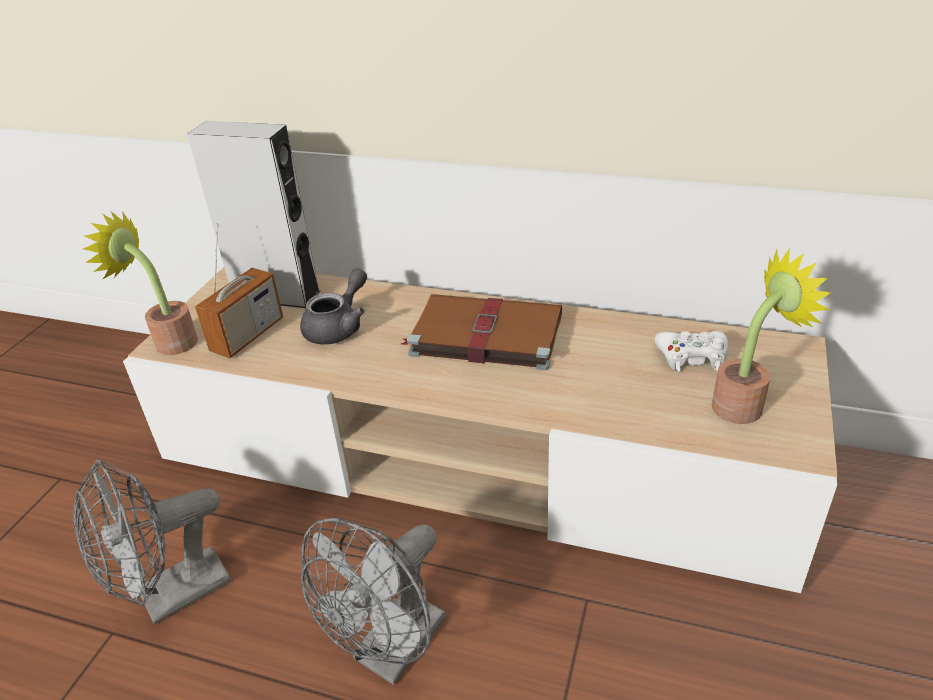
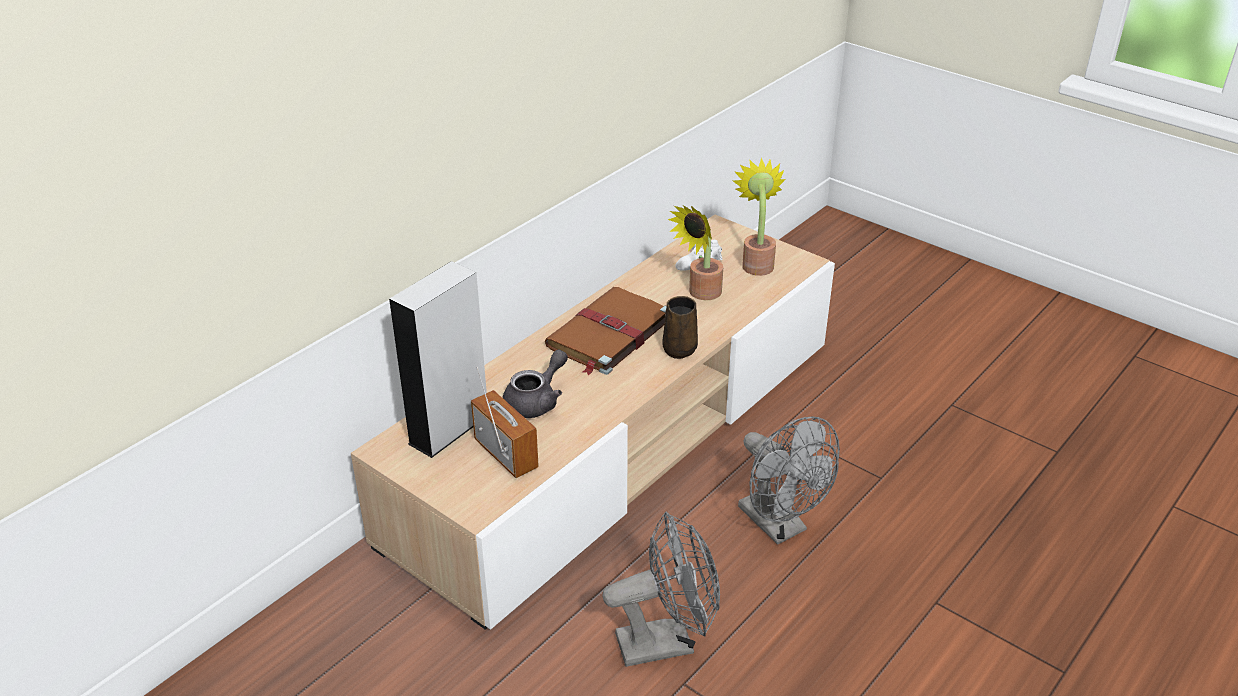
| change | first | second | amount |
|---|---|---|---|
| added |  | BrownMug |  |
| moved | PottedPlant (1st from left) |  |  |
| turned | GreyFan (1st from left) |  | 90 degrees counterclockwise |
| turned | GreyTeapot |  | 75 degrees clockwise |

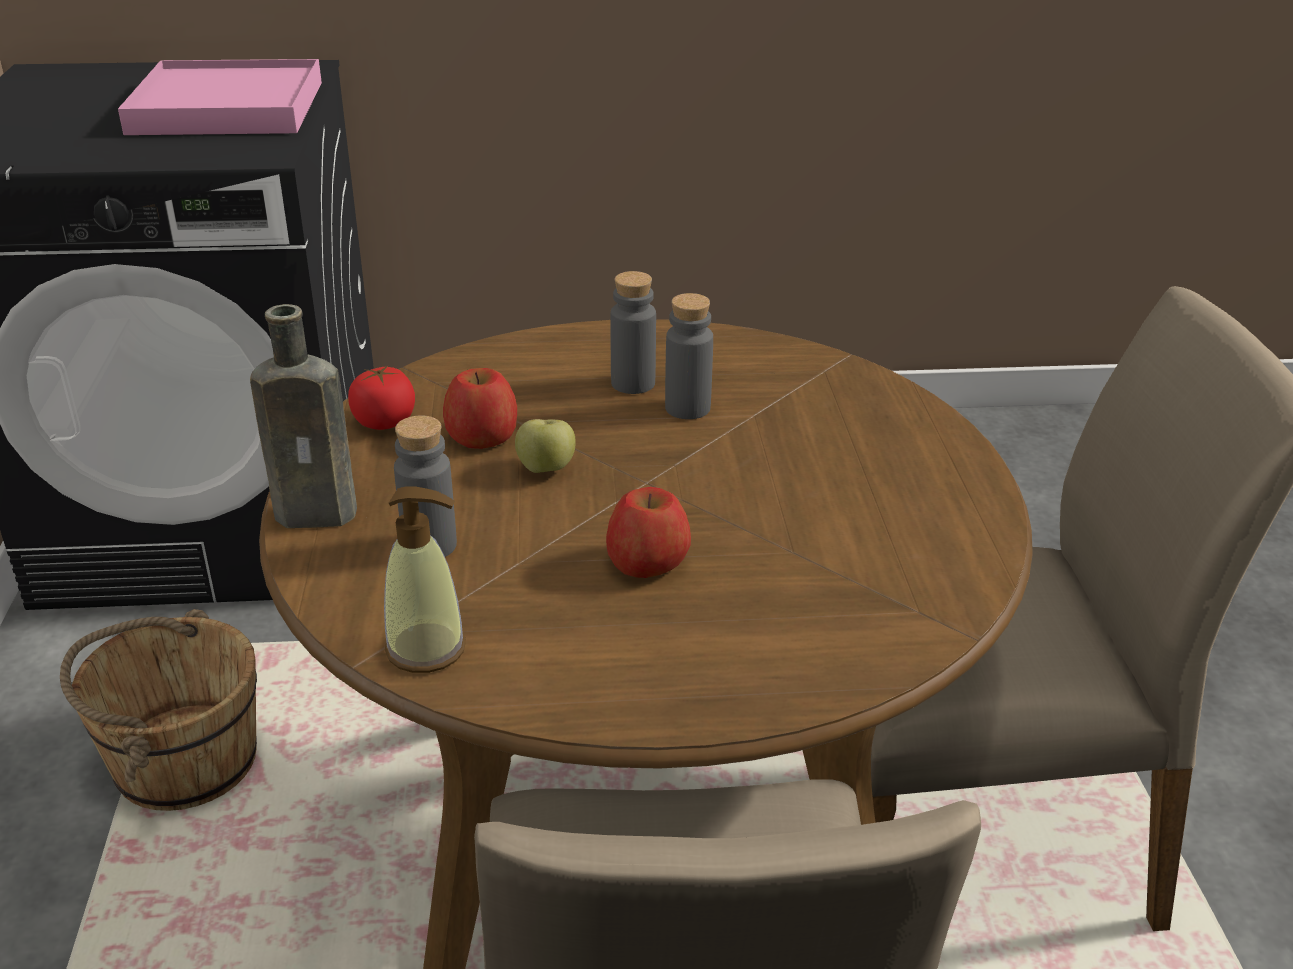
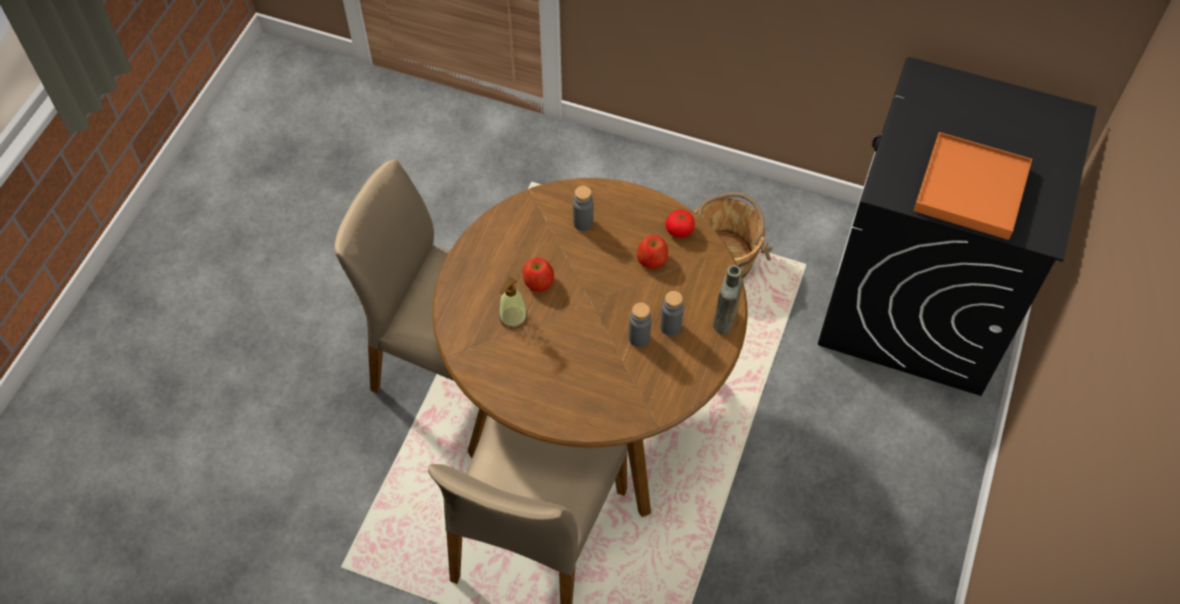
| change | first | second | amount |
|---|---|---|---|
| removed | Apple (2nd from left) |  |  |
| moved | BrownBottle |  |  |
| moved | SoapDispenser |  |  |
| recoloured | PinkTray | OrangeTray |  |

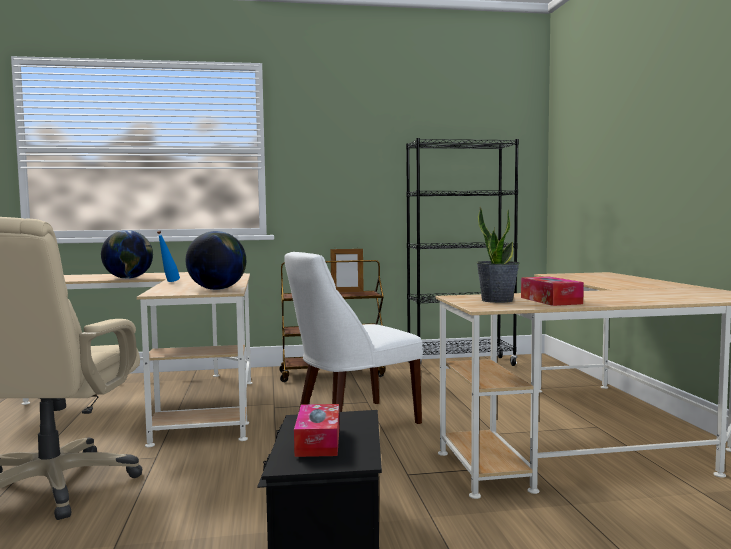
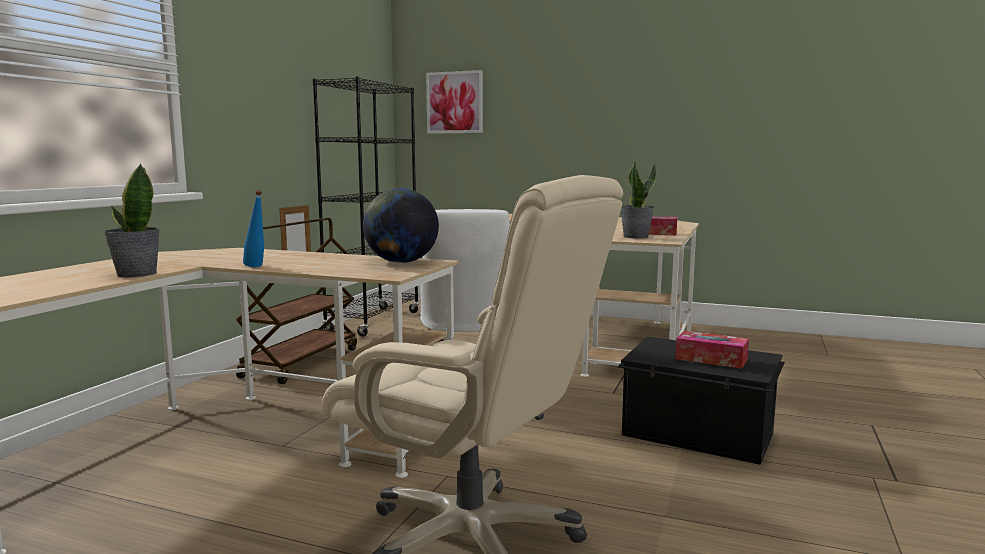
| change | first | second | amount |
|---|---|---|---|
| added |  | Picture |  |
| replaced | Globe (1st from left) | PottedPlant (1st from left) |  |

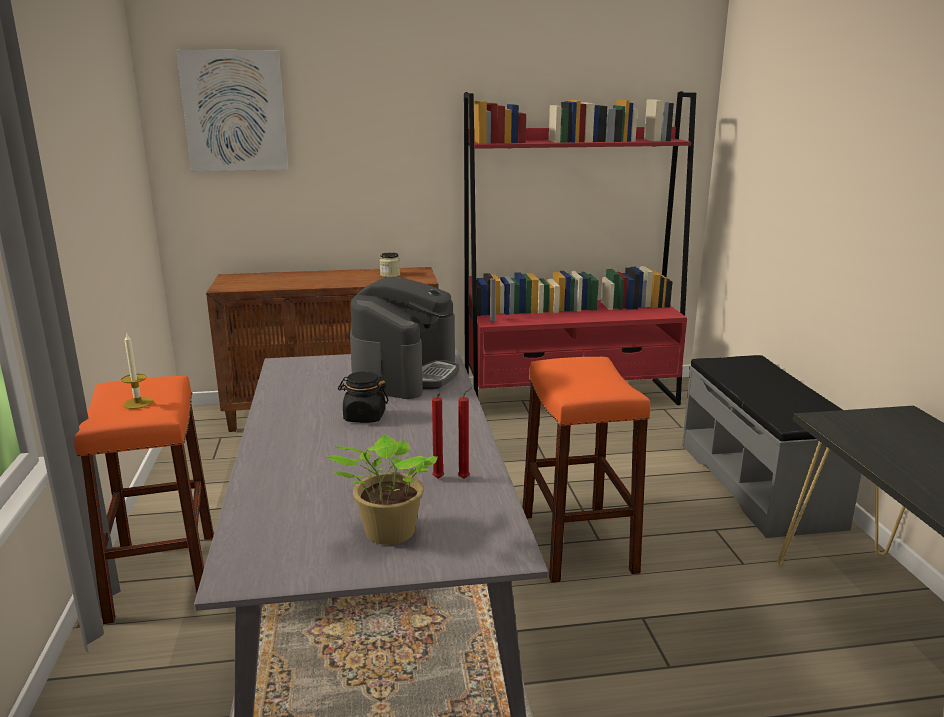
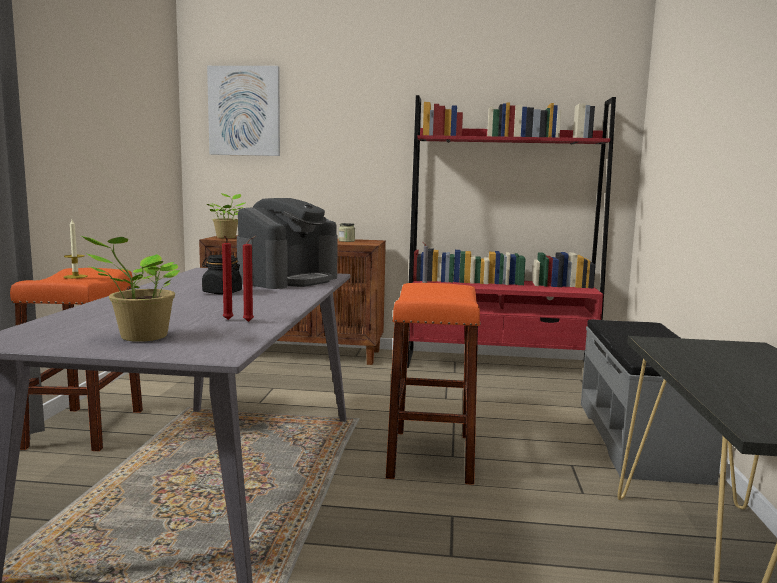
| change | first | second | amount |
|---|---|---|---|
| added |  | PottedPlant (2nd from left) |  |

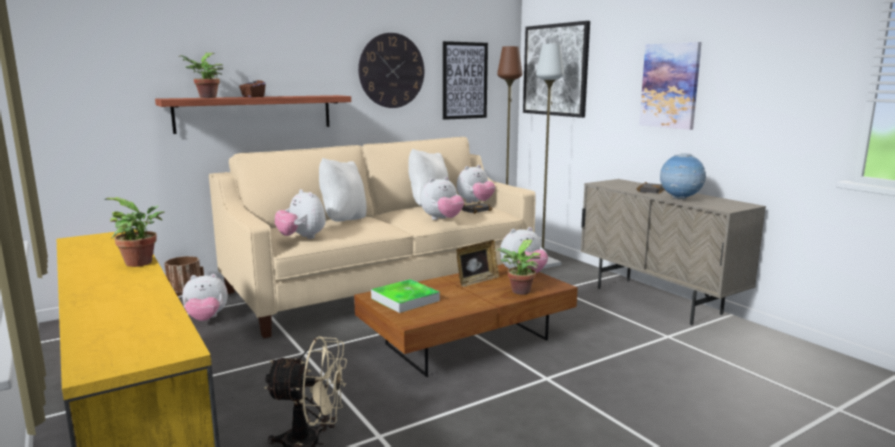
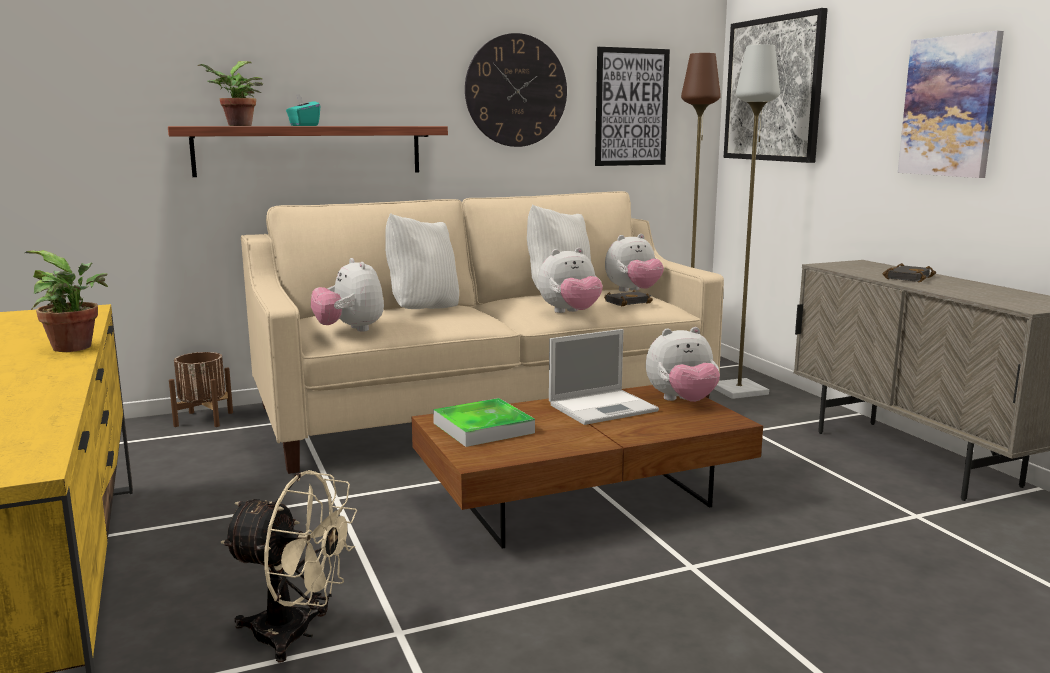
| change | first | second | amount |
|---|---|---|---|
| removed | PlushToy (1st from left) |  |  |
| removed | PottedPlant (3rd from left) |  |  |
| removed | Globe |  |  |
| replaced | PictureFrame | Laptop |  |
| recoloured | BrownTissueBox | TurquoiseTissueBox |  |

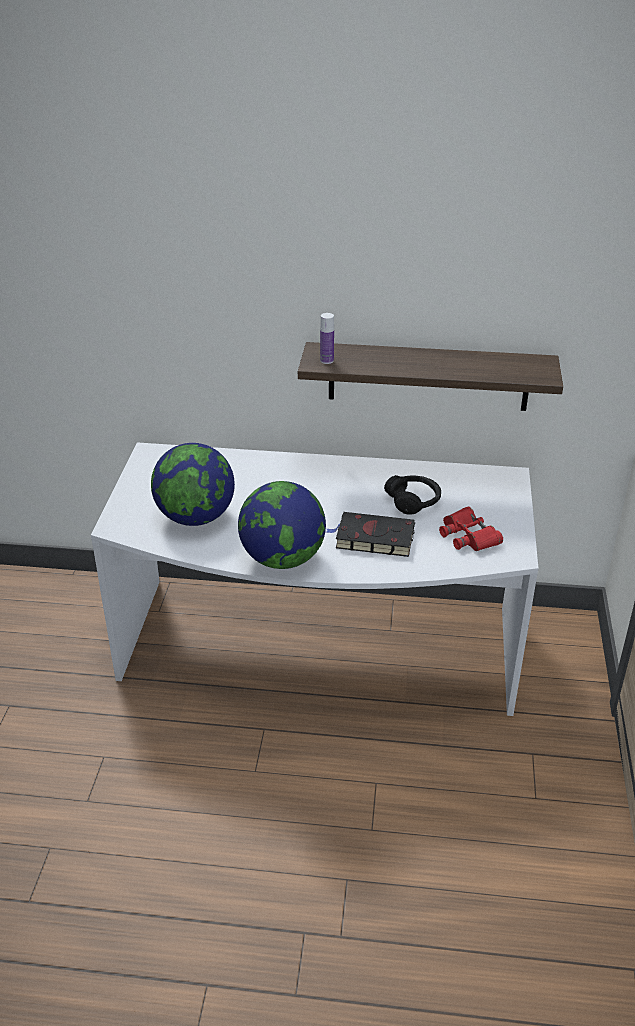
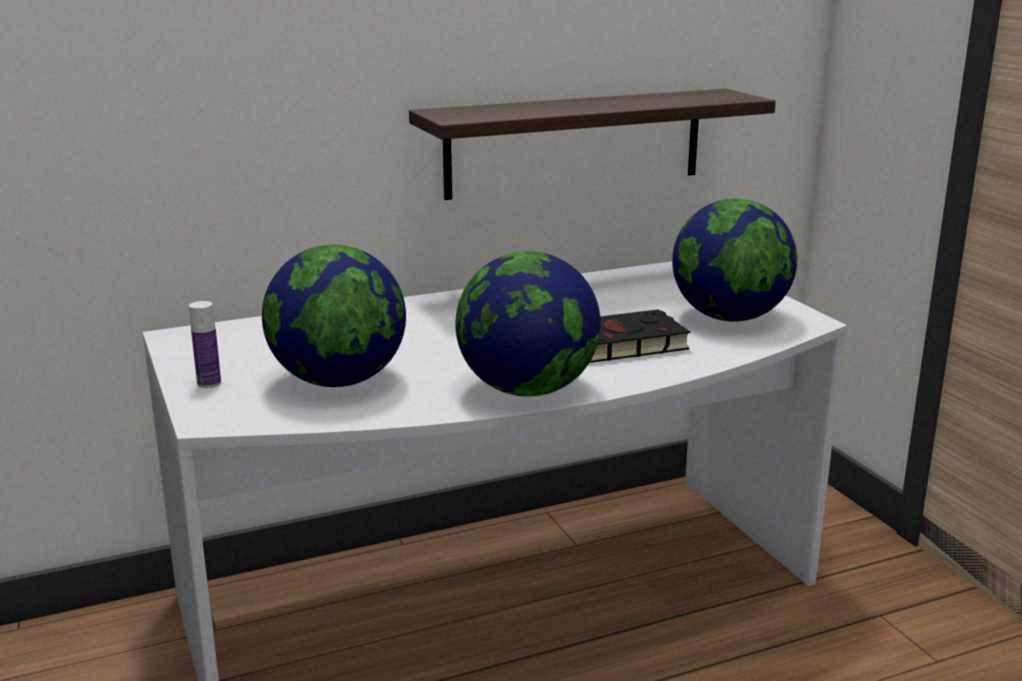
| change | first | second | amount |
|---|---|---|---|
| removed | BlackHeadphones |  |  |
| moved | Bottle |  |  |
| replaced | RedBinoculars | Globe (3rd from left) |  |

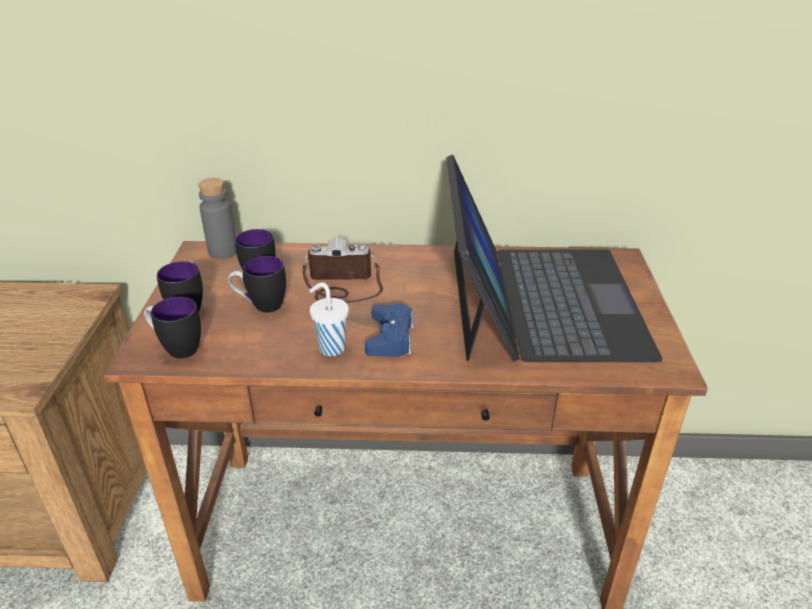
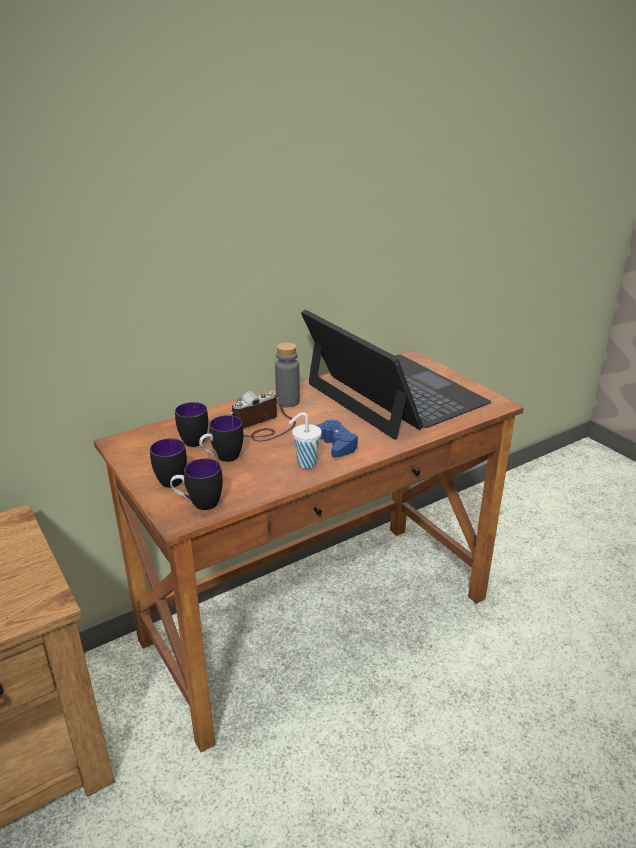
| change | first | second | amount |
|---|---|---|---|
| moved | GreyBottle |  |  |

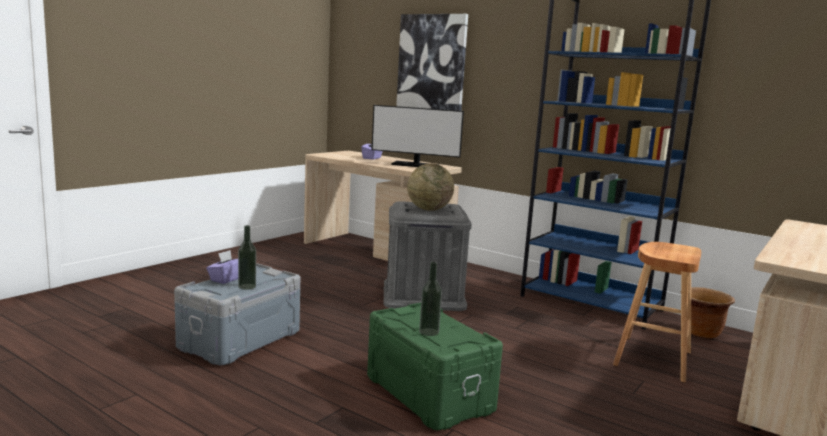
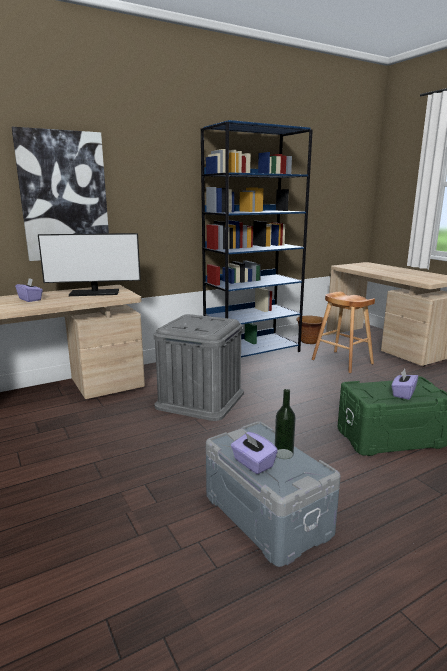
| change | first | second | amount |
|---|---|---|---|
| removed | Globe |  |  |
| replaced | Bottle (2nd from left) | PurpleTissueBox (3rd from left) |  |
| turned | Monitor |  | 45 degrees clockwise |

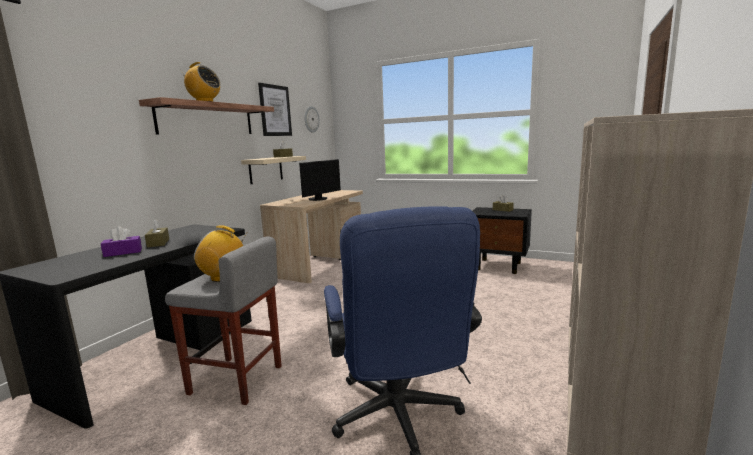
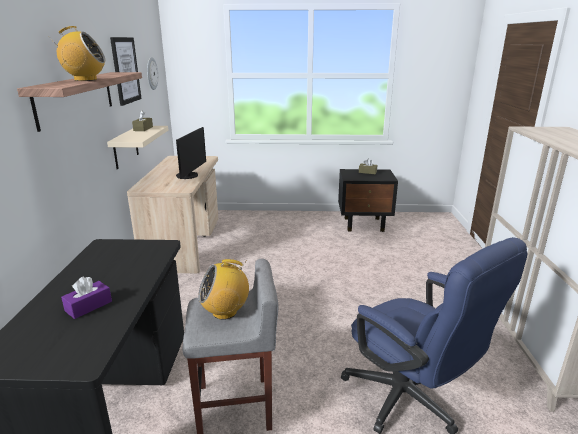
| change | first | second | amount |
|---|---|---|---|
| removed | BrownTissueBox (1st from left) |  |  |

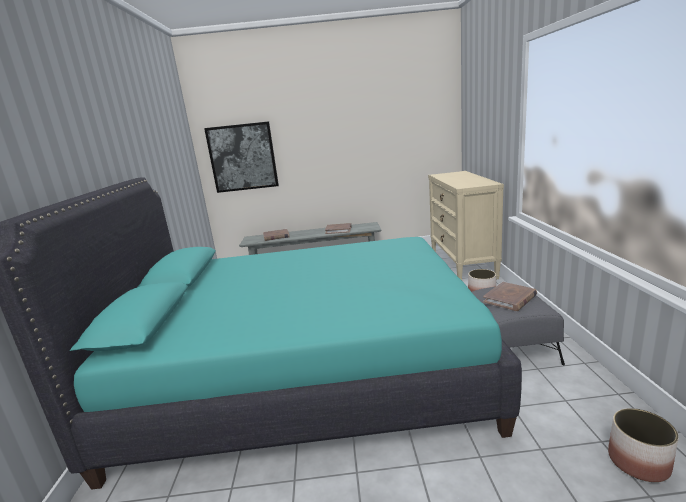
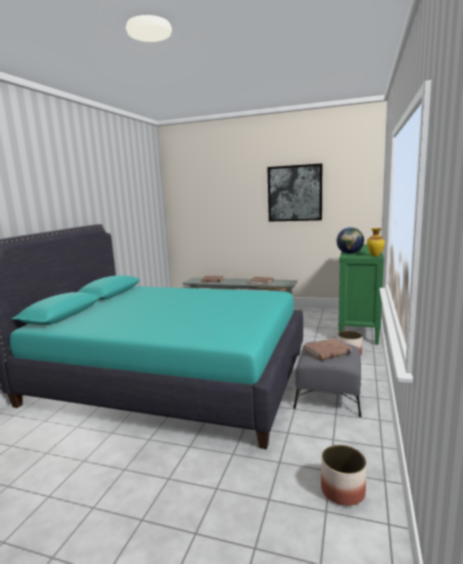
| change | first | second | amount |
|---|---|---|---|
| added |  | Globe |  |
| added |  | Vase |  |
| moved | Picture |  |  |
| recoloured | BeigeDresser | GreenDresser |  |

